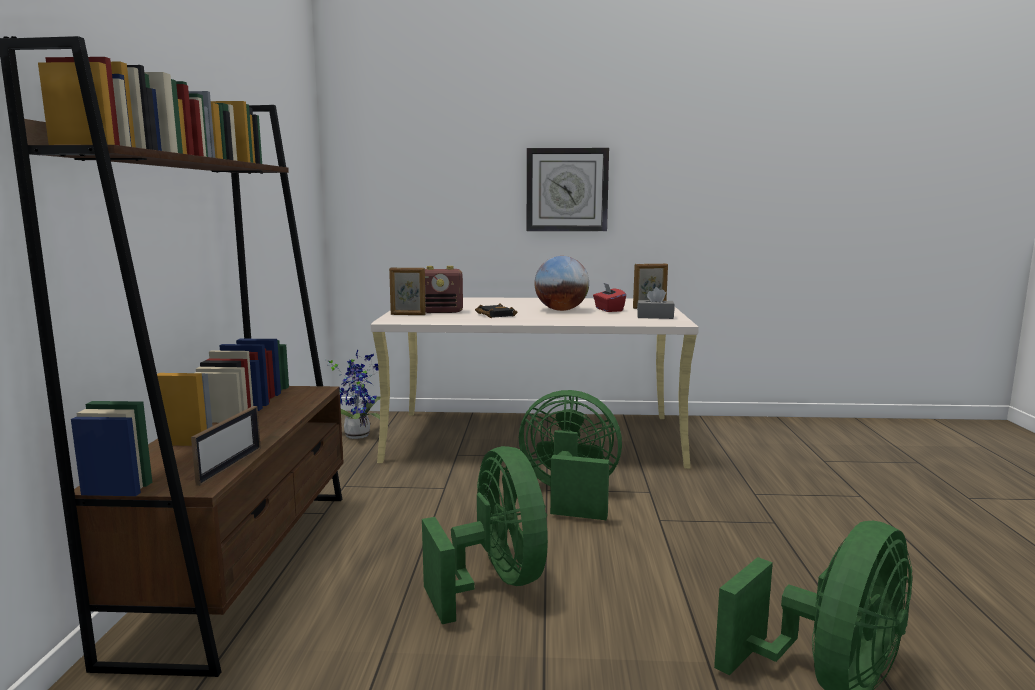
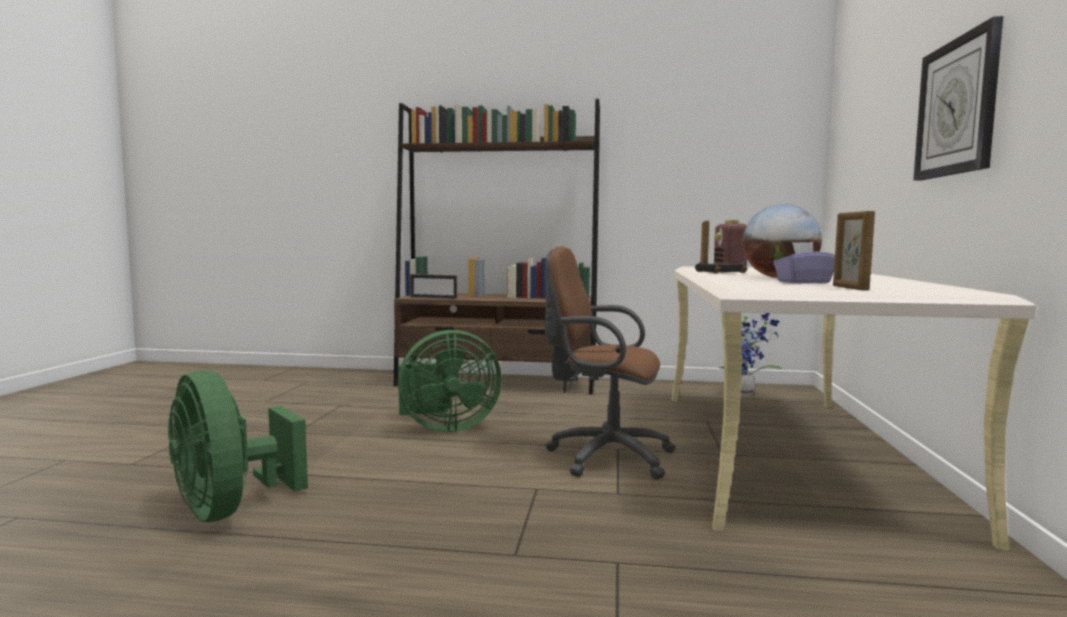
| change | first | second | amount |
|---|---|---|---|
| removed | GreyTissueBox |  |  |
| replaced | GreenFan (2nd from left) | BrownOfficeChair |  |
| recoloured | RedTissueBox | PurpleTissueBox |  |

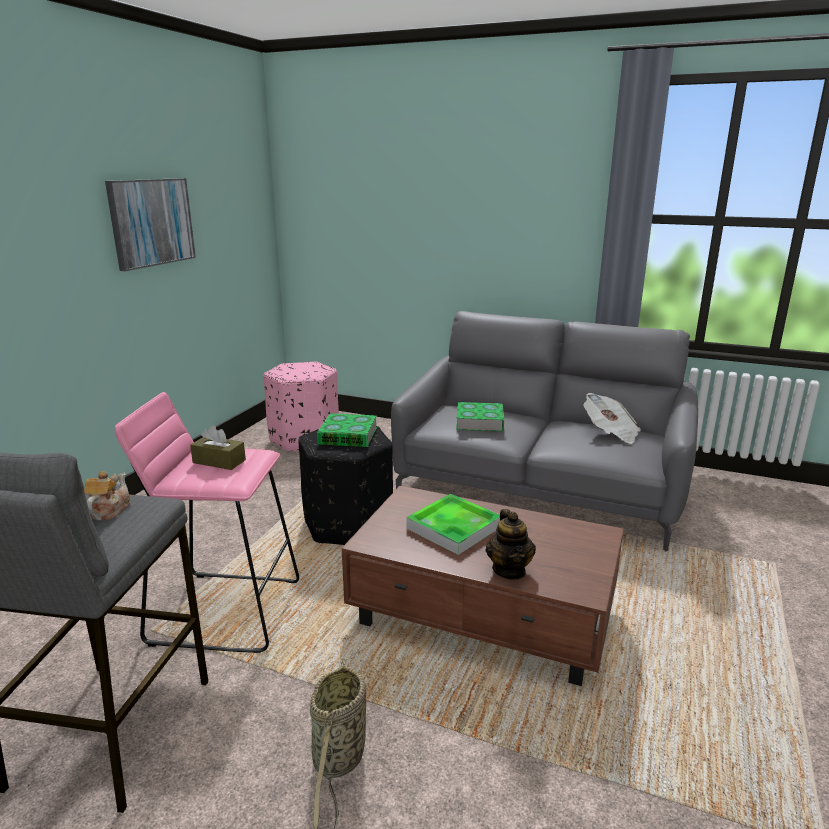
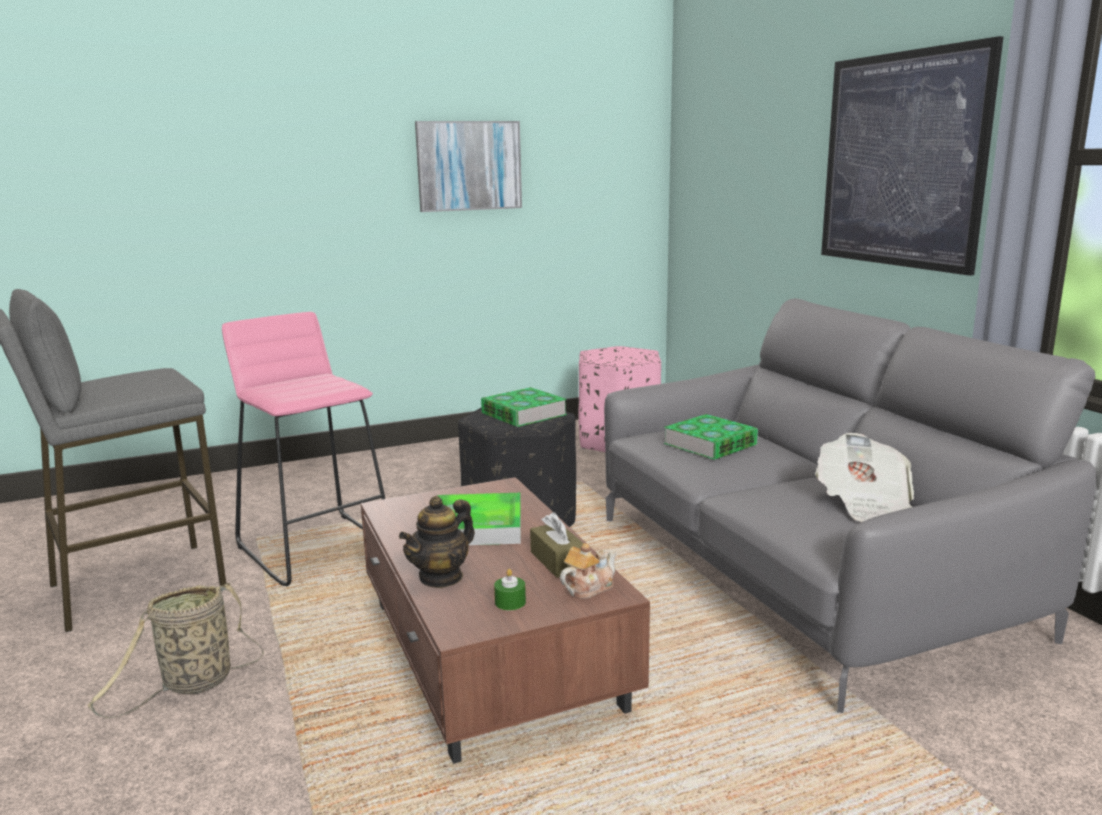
| change | first | second | amount |
|---|---|---|---|
| added |  | GreenCandle |  |
| added |  | Picture (2nd from left) |  |
| moved | Teapot (1st from left in the first image) | Teapot (2nd from left) |  |
| moved | BrownTissueBox |  |  |

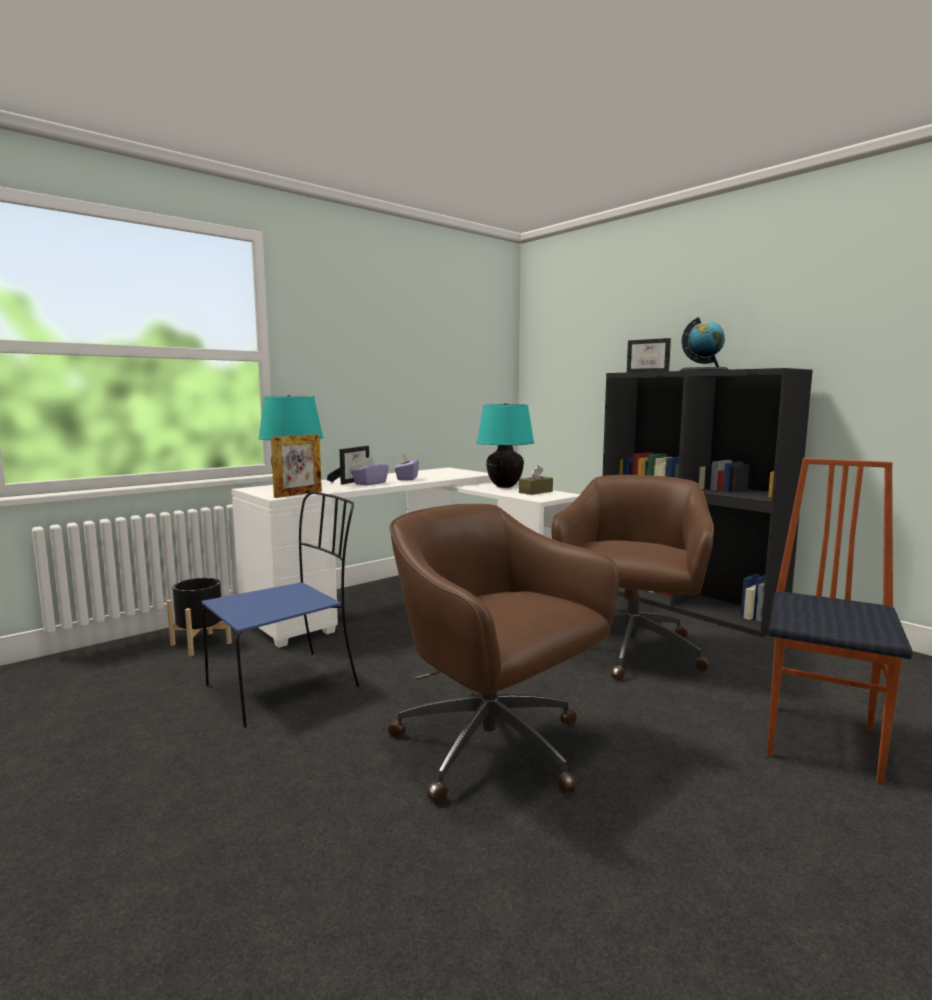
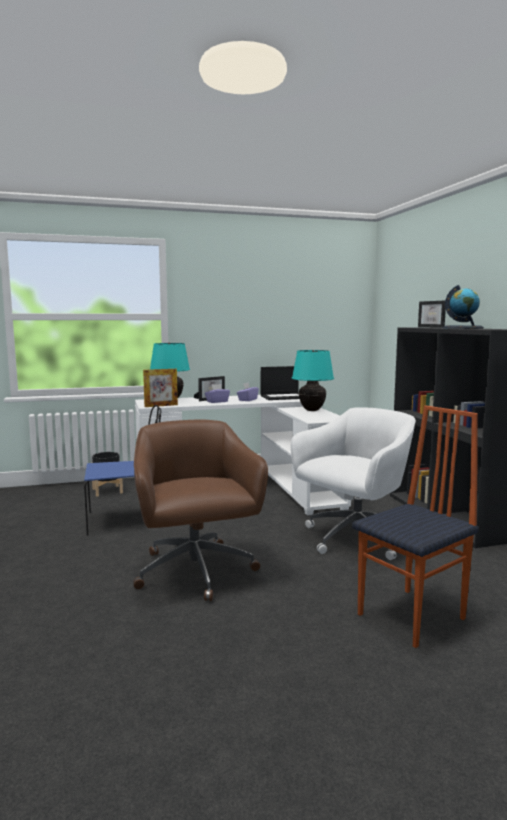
| change | first | second | amount |
|---|---|---|---|
| removed | BrownTissueBox |  |  |
| added |  | Laptop |  |
| recoloured | BrownOfficeChair (2nd from left) | WhiteOfficeChair |  |

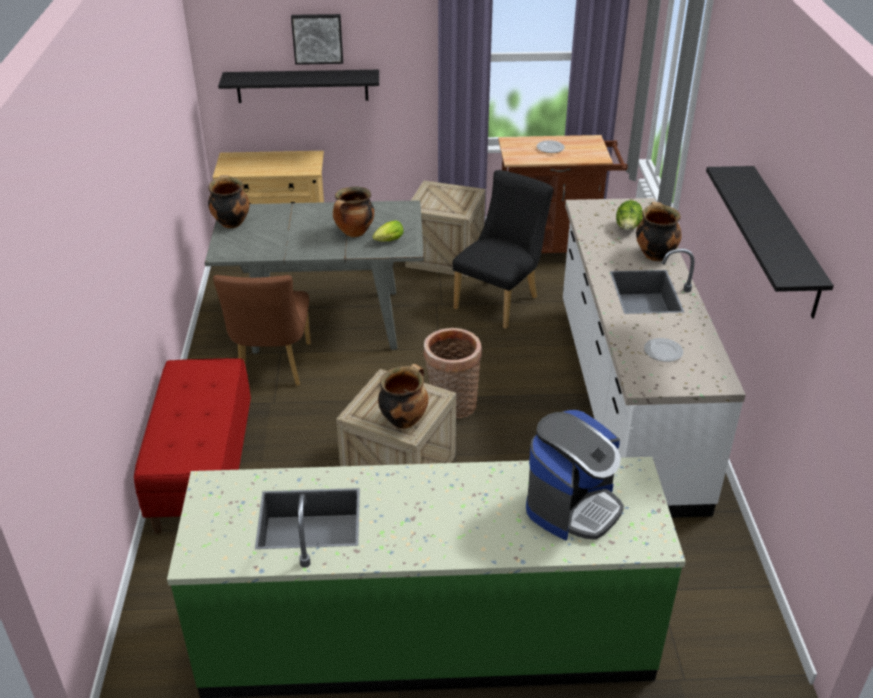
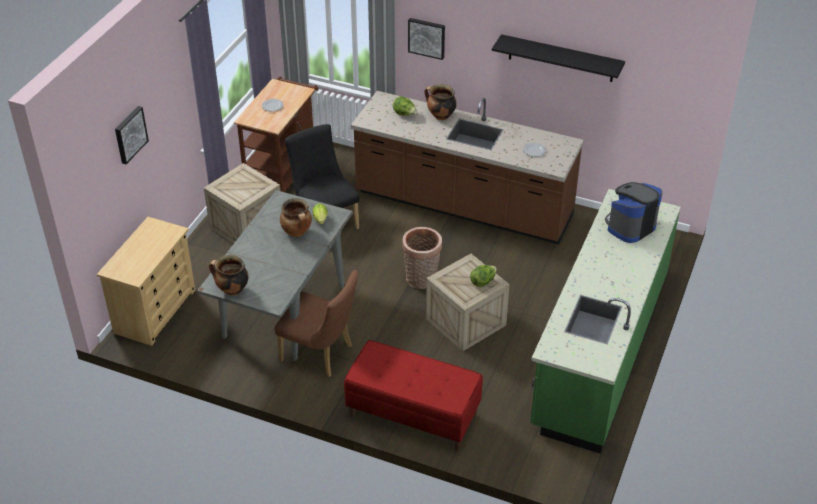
| change | first | second | amount |
|---|---|---|---|
| removed | BlackShelf (1st from left) |  |  |
| added |  | Picture (2nd from left) |  |
| replaced | CookingPot (3rd from left) | Lettuce (3rd from left) |  |
| recoloured | WhiteCounter | BrownCounter |  |
| turned | CoffeeMachine |  | 105 degrees counterclockwise |

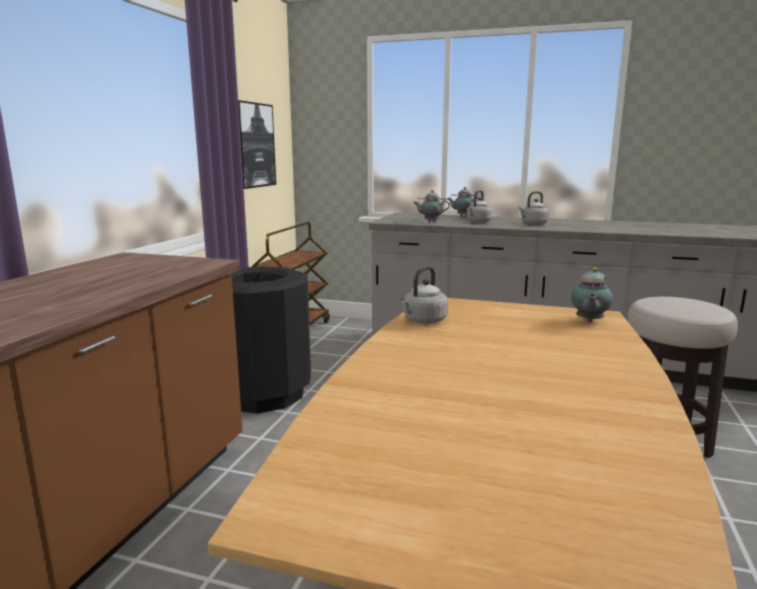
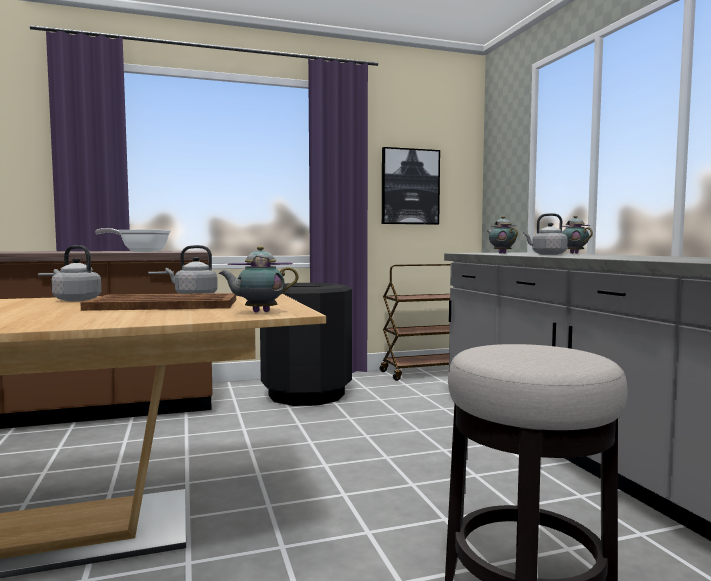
| change | first | second | amount |
|---|---|---|---|
| added |  | BrownTray |  |
| added |  | FryingPan |  |
| moved | GreyKettle (3rd from left in the first image) | GreyKettle (1st from left) |  |

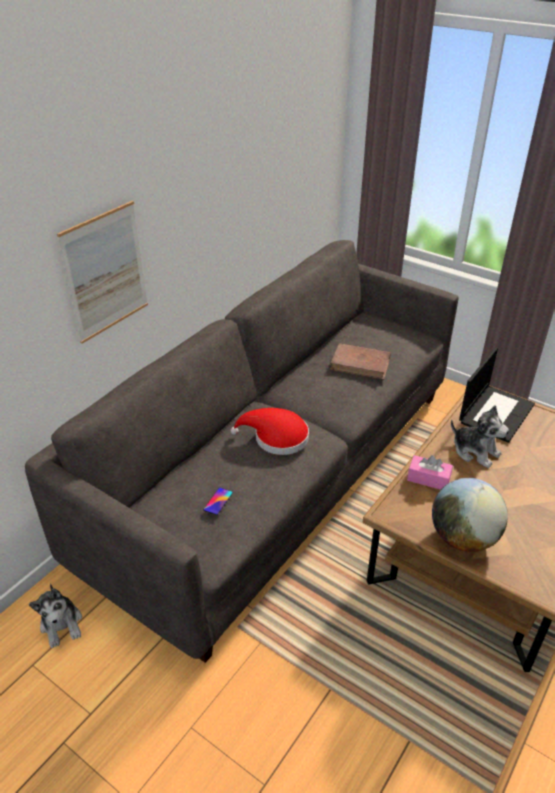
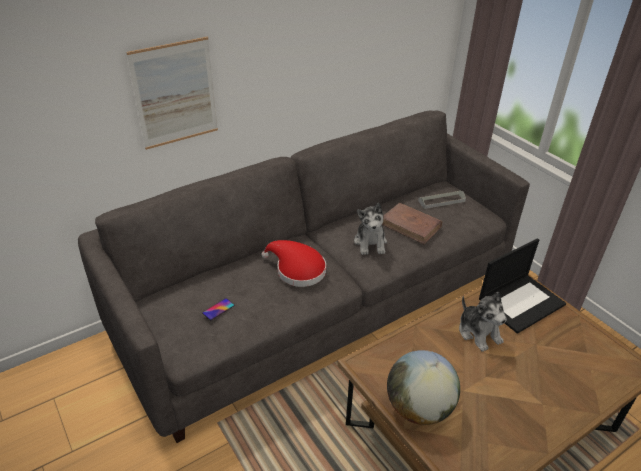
| change | first | second | amount |
|---|---|---|---|
| removed | PinkTissueBox |  |  |
| added |  | GreyTray |  |
| moved | PlushToy (1st from left) |  |  |

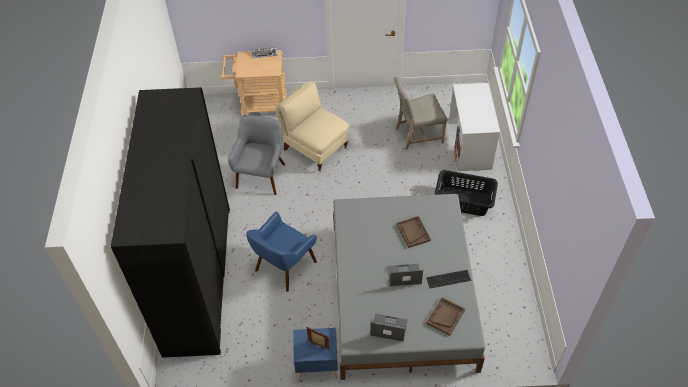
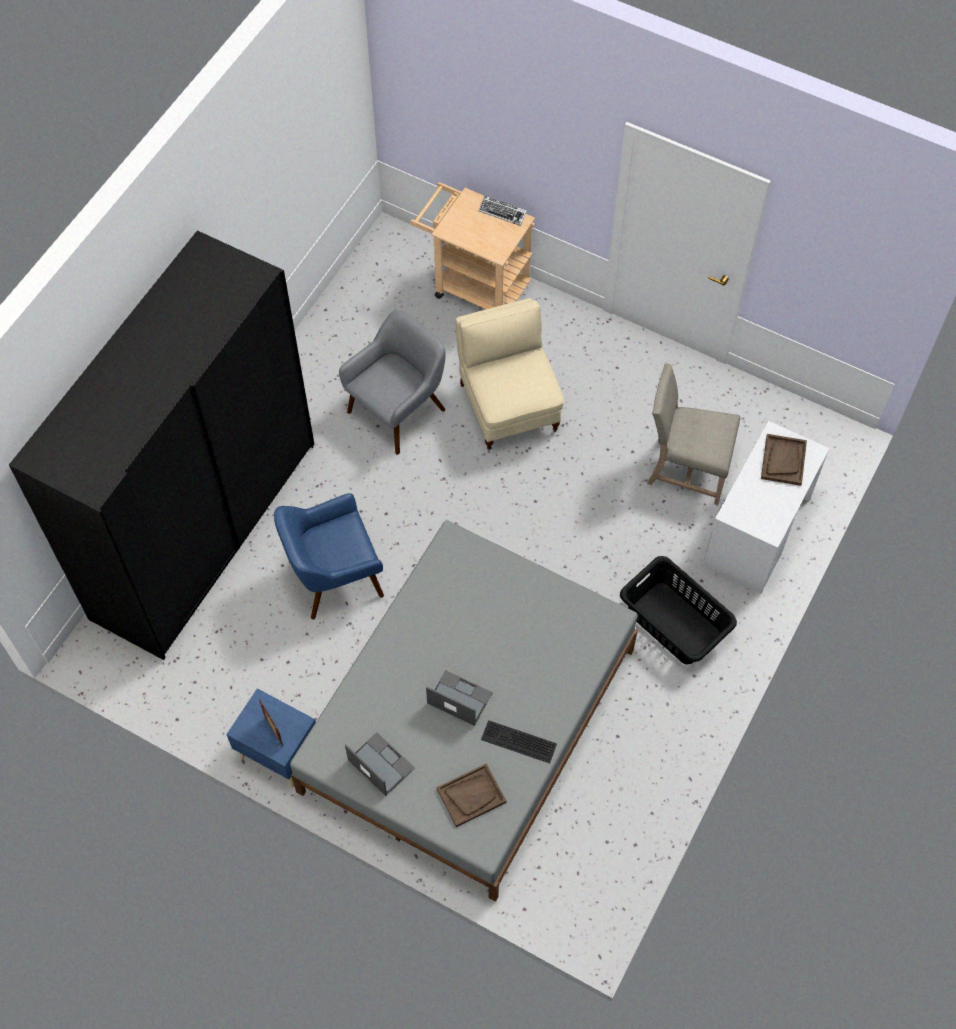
| change | first | second | amount |
|---|---|---|---|
| moved | BrownTray (1st from left in the first image) | BrownTray (2nd from left) |  |

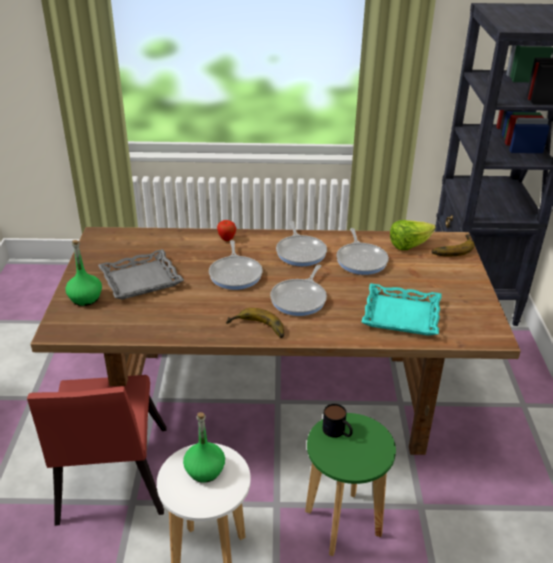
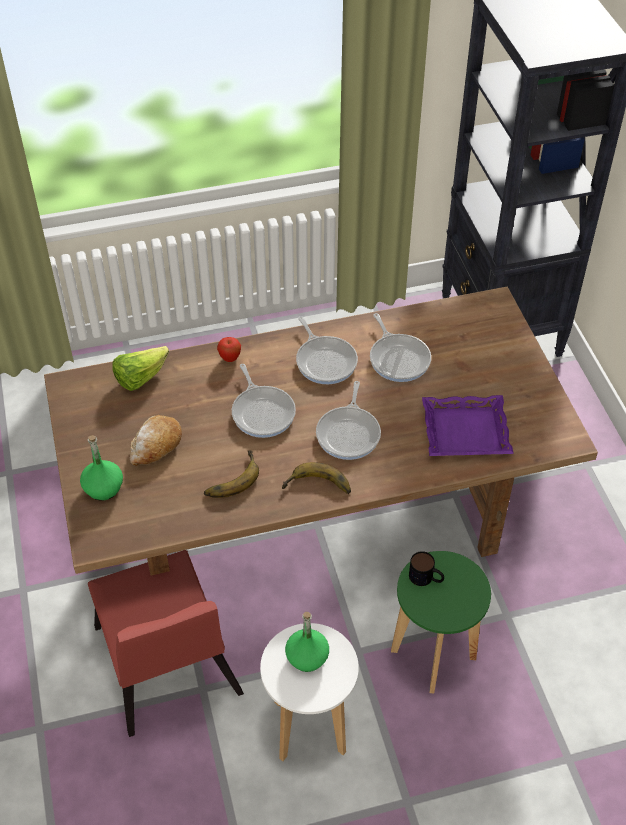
| change | first | second | amount |
|---|---|---|---|
| moved | Lettuce |  |  |
| moved | Banana (2nd from left in the first image) | Banana (1st from left) |  |
| replaced | GreyTray | Bread |  |
| recoloured | TurquoiseTray | PurpleTray |  |

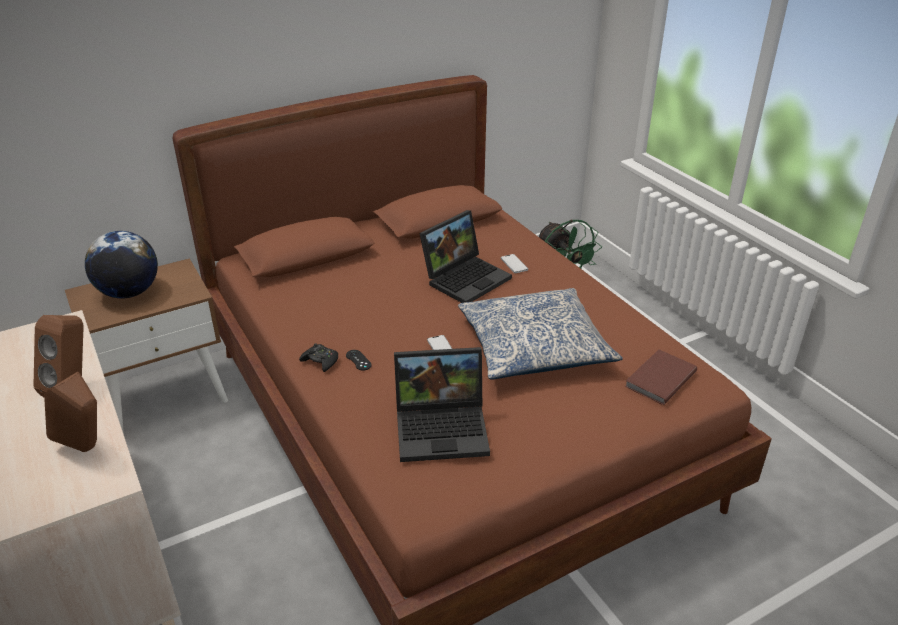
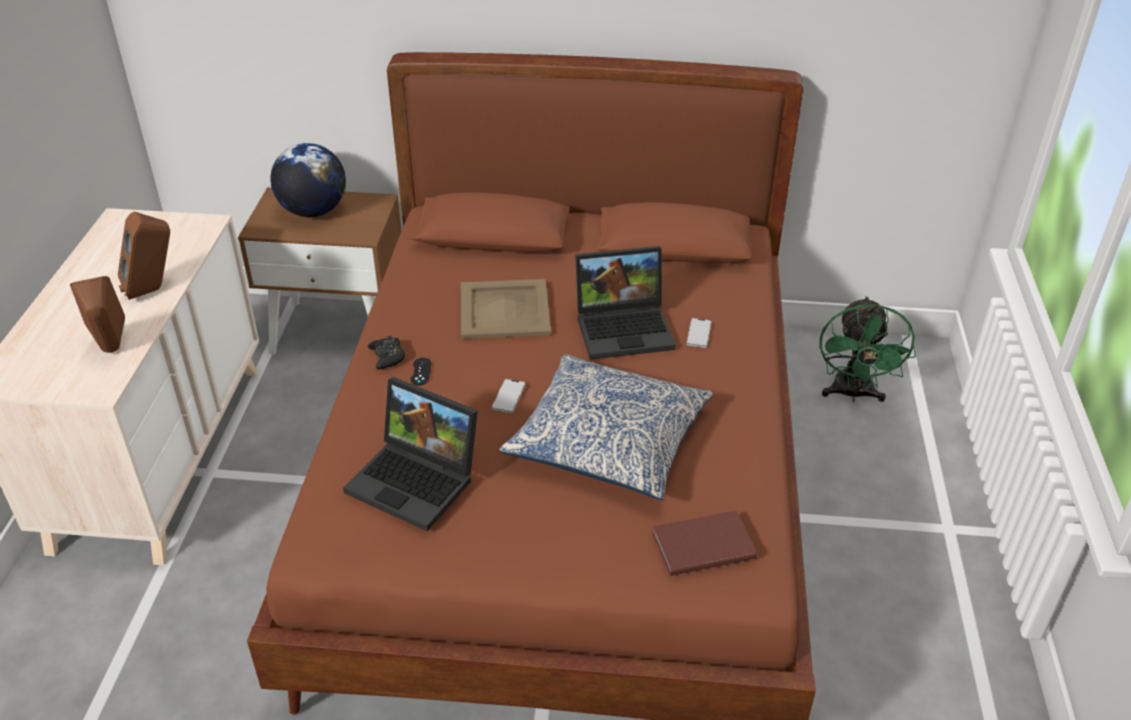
| change | first | second | amount |
|---|---|---|---|
| added |  | BeigeTray |  |

